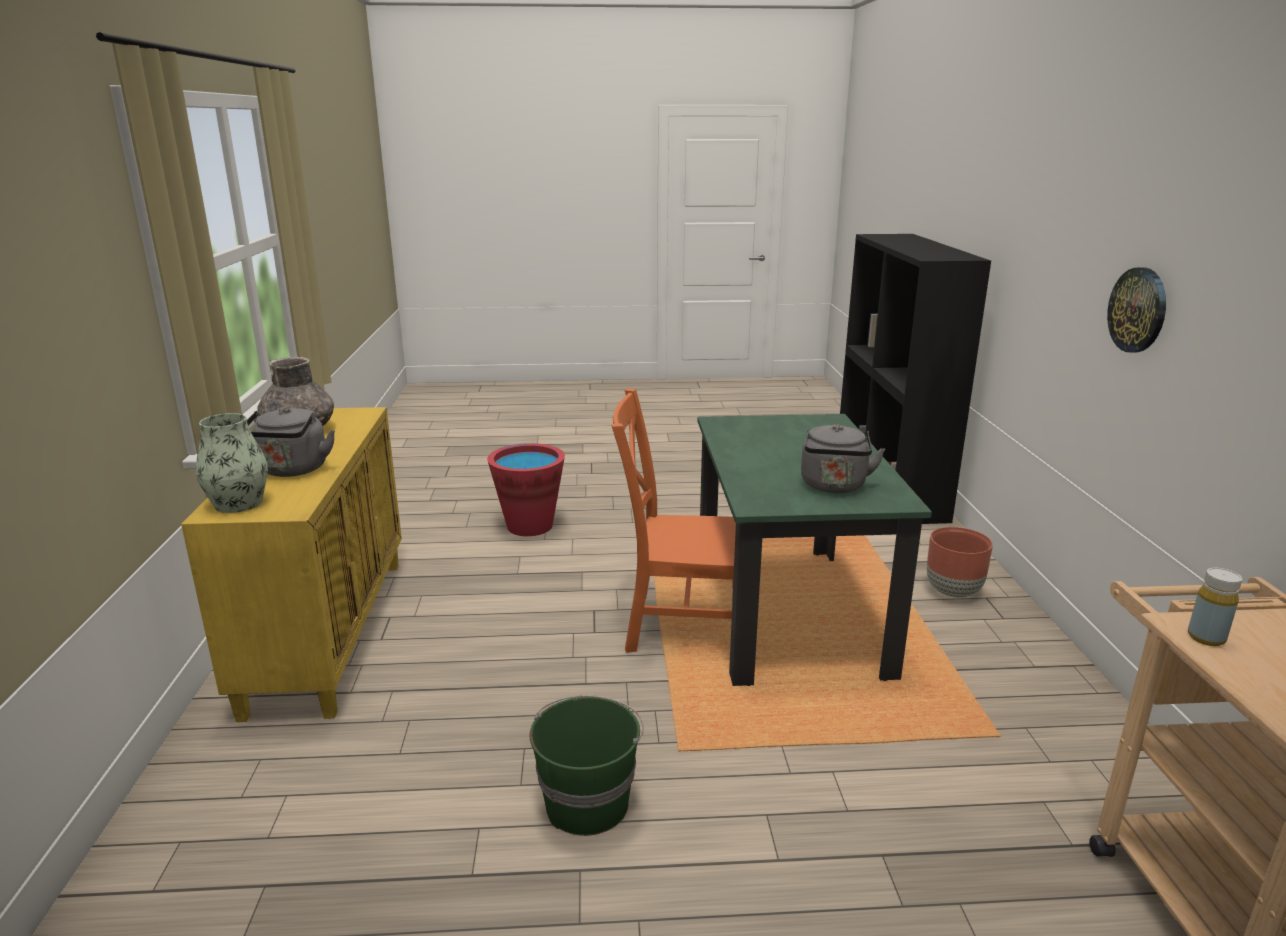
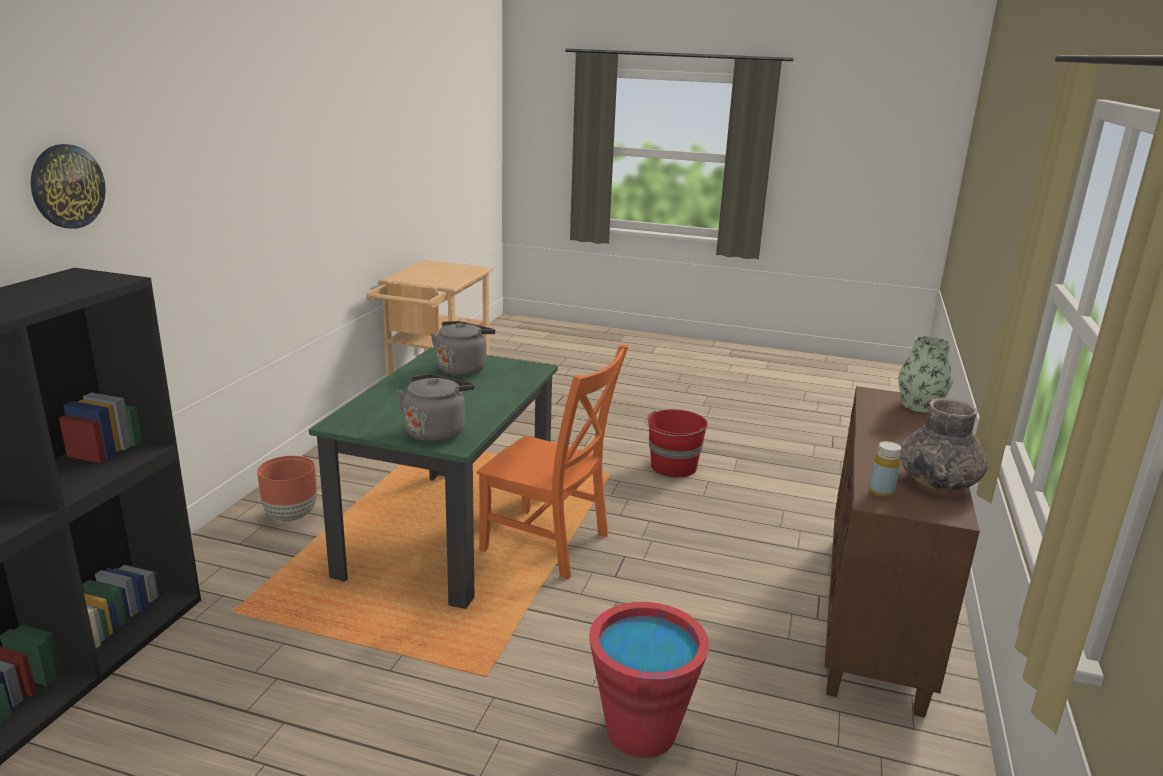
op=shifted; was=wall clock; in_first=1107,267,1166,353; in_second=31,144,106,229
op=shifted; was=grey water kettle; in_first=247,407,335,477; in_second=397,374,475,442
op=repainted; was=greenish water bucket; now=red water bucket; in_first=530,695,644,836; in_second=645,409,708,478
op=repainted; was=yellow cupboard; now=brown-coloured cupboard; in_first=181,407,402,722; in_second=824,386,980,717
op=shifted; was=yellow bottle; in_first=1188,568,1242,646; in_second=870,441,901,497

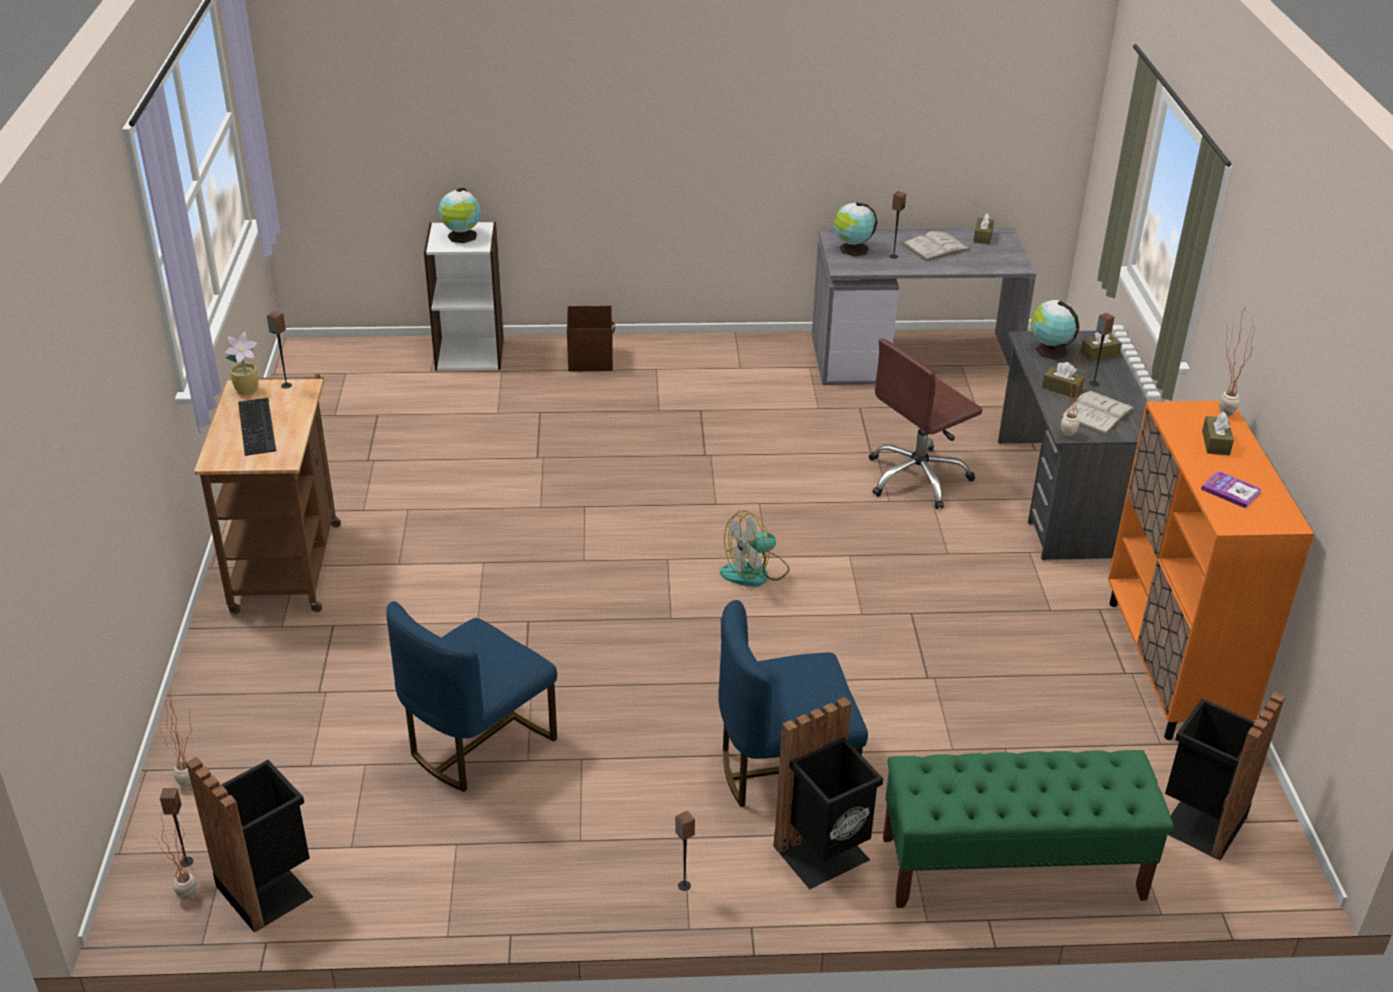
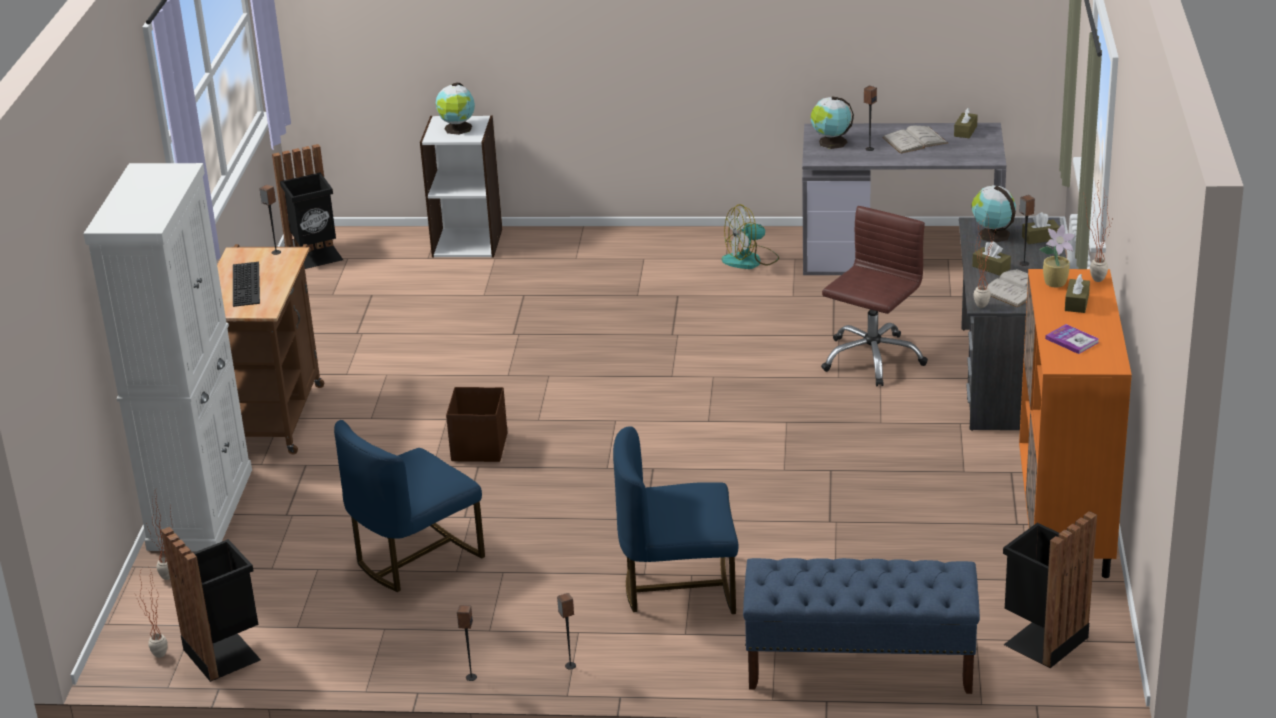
op=new; now=white cupboard; in_second=83,163,252,552
op=shifted; was=black-coloured waste bin; in_first=774,697,883,889; in_second=272,144,343,269
op=shifted; was=brown-coloured storage bin; in_first=567,306,615,372; in_second=446,387,507,462
op=shifted; was=loudspeaker; in_first=160,788,193,867; in_second=457,605,477,681
op=shifted; was=cooling fan; in_first=720,510,789,587; in_second=722,204,779,269
op=repainted; was=greenish long seat; now=bluish long seat; in_first=883,750,1173,908; in_second=743,558,980,694
op=rotated; was=brown-coloured office chair; in_first=869,338,982,509; in_second=821,206,928,386; clockwise=150
op=shifted; was=houseplant; in_first=224,332,258,395; in_second=1039,225,1075,287

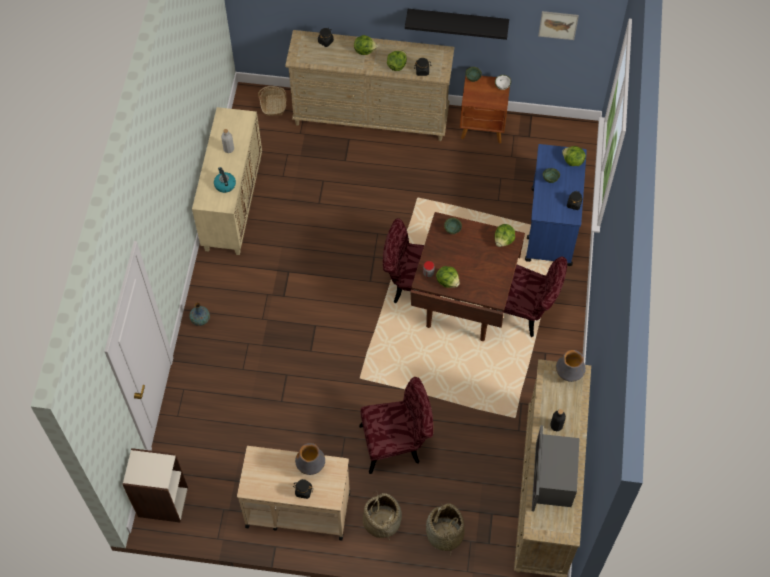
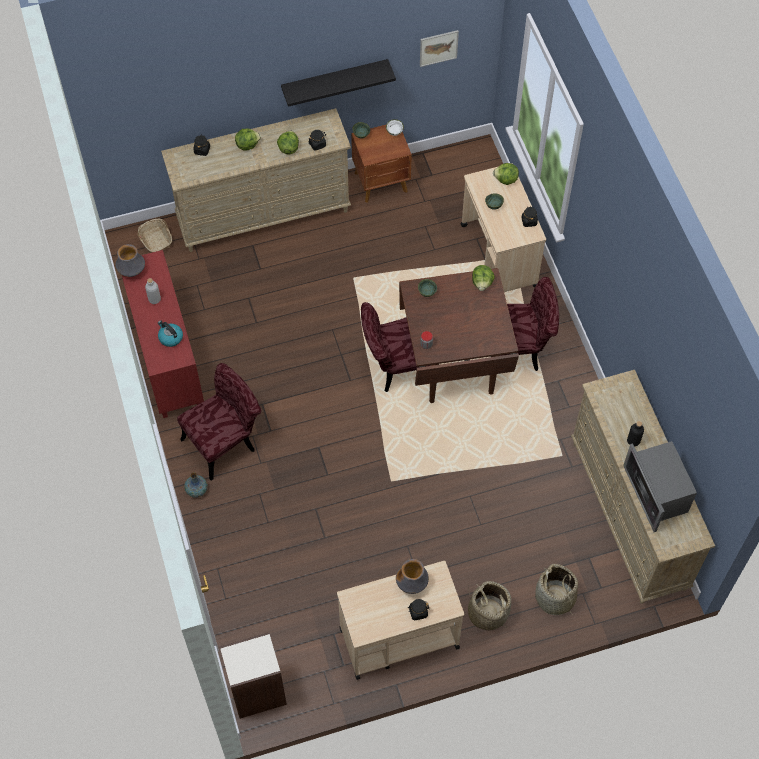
op=shifted; was=vase; in_first=556,350,586,382; in_second=116,244,145,277
op=repainted; was=sand-coloured cupboard; now=red cupboard; in_first=192,107,262,255; in_second=122,250,204,418
op=shifted; was=red plain chair; in_first=359,377,433,474; in_second=177,363,261,480
op=repainted; was=bluish cart; now=sand-coloured cart; in_first=525,144,587,266; in_second=461,163,546,292
op=gone; was=head of lettuce; in_first=436,266,460,288

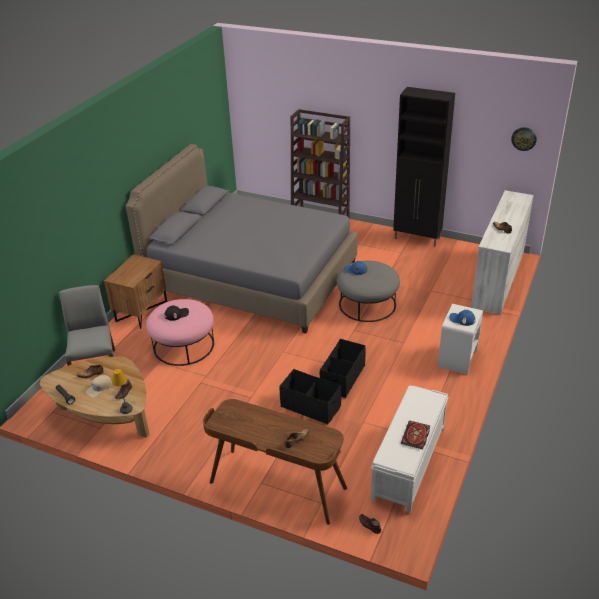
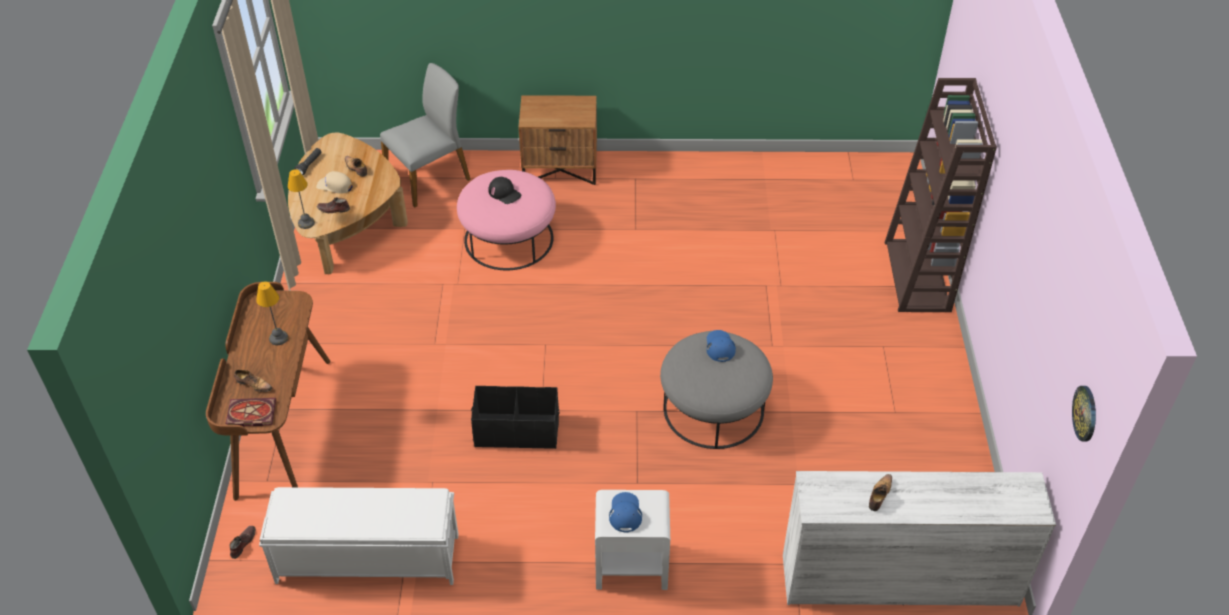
op=shifted; was=book; in_first=401,420,430,449; in_second=225,398,276,427
op=new; now=table lamp; in_second=256,281,288,345
op=gone; was=grey bedroom bed; in_first=126,144,358,333
op=gone; was=black-coloured storage bin; in_first=280,369,341,425
op=gone; was=black-coloured cupboard; in_first=393,87,455,247

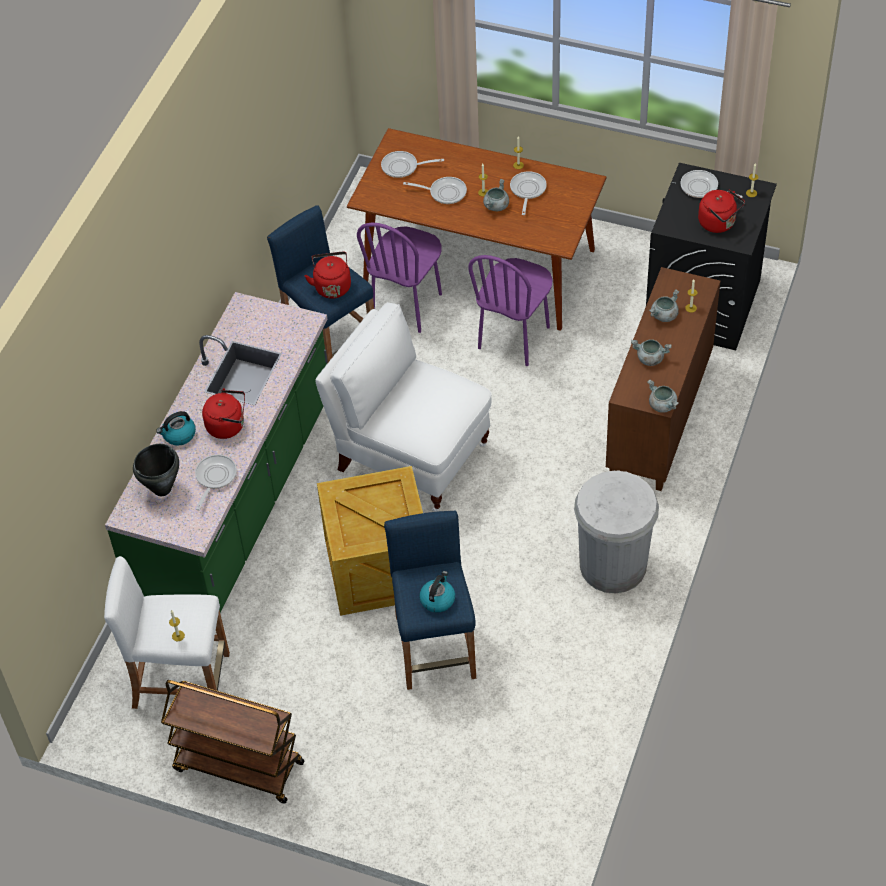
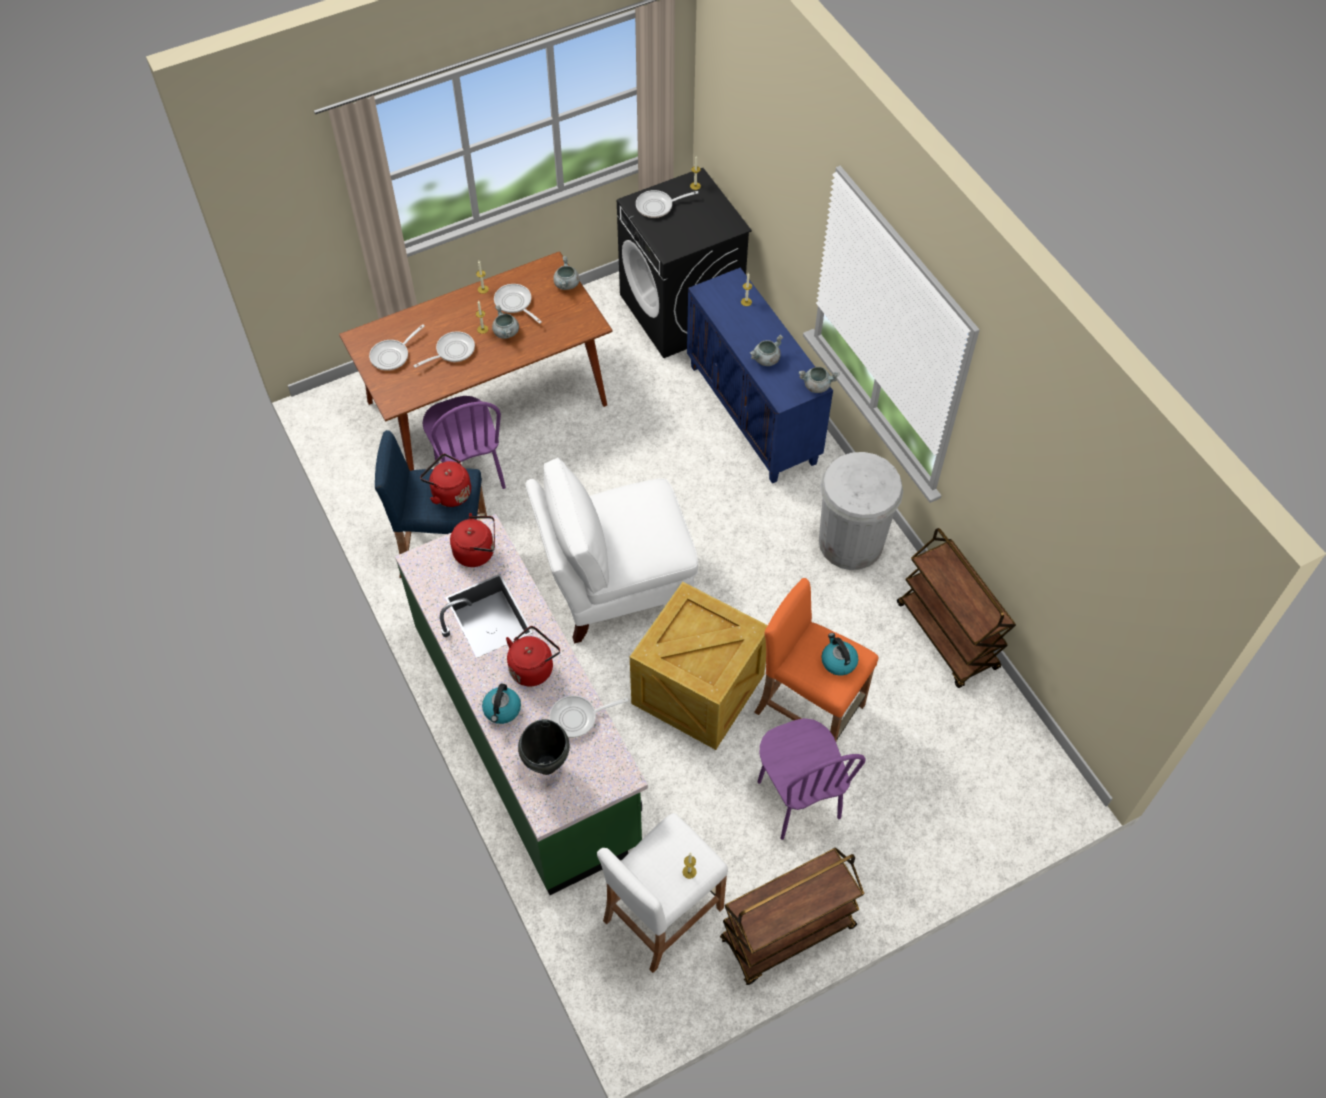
op=shifted; was=red water kettle; in_first=698,190,745,233; in_second=450,513,495,567
op=rotated; was=frying pan; in_first=195,455,237,510; in_second=549,696,628,738; clockwise=-75
op=shifted; was=grey stockpot; in_first=649,289,679,322; in_second=553,256,580,290
op=repainted; was=brown-coloured cupboard; now=bluish cupboard; in_first=606,267,721,491; in_second=687,268,833,483
op=repainted; was=bluish stool seat; now=orangey stool seat; in_first=384,511,476,690; in_second=754,578,878,741
op=shifted; was=purple-coloured plain chair; in_first=468,255,552,366; in_second=758,718,866,840
op=new; now=brown-coloured cart; in_second=897,528,1016,688

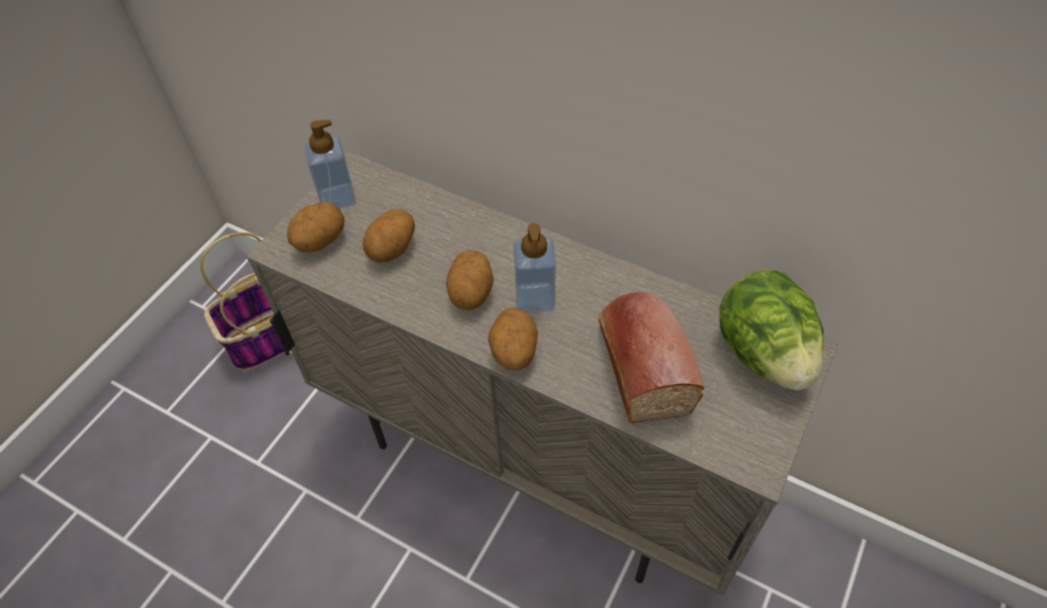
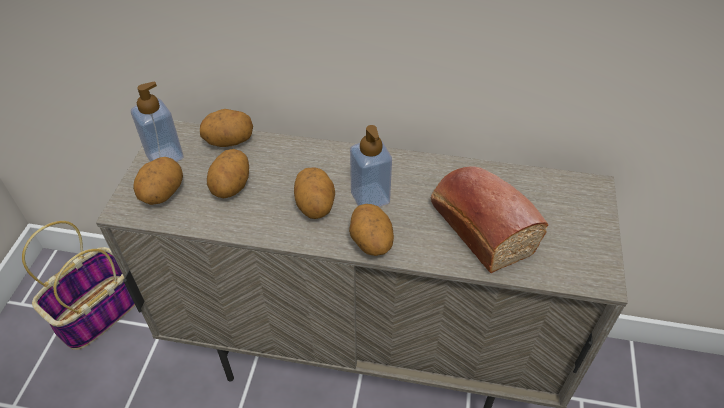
op=new; now=spud; in_second=200,109,253,147
op=gone; was=head of lettuce; in_first=719,270,824,390

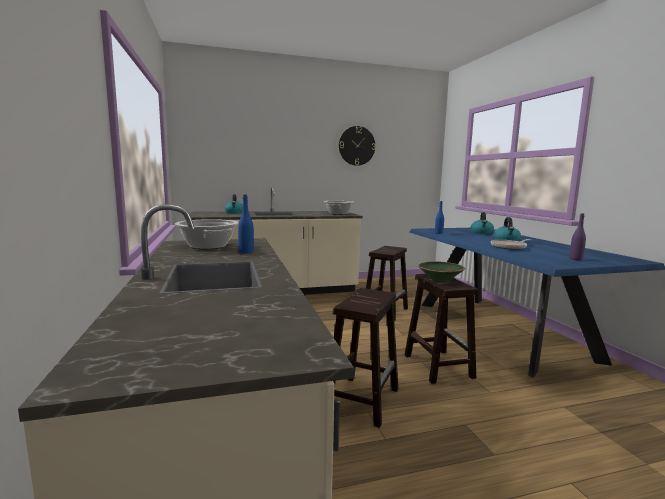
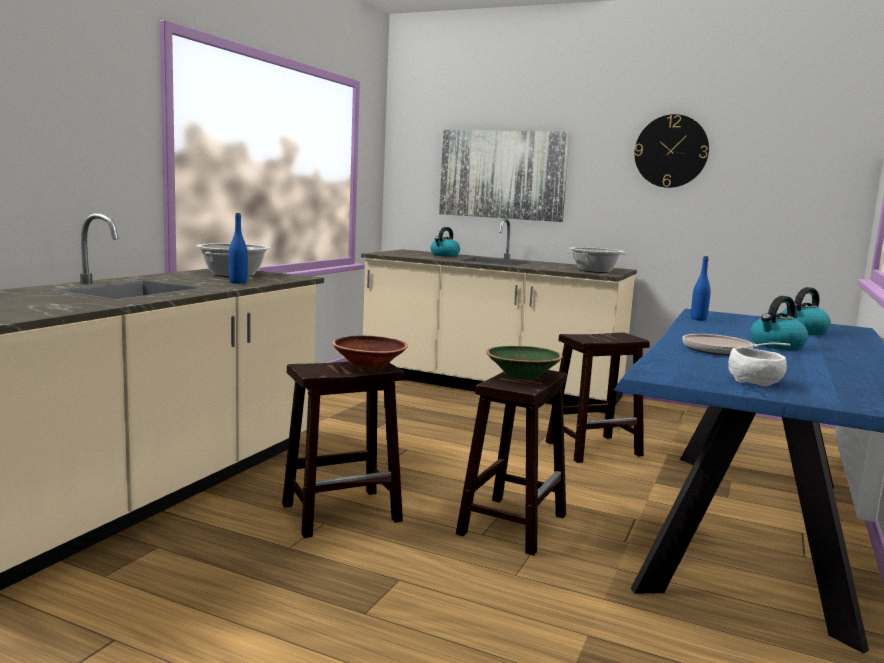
op=new; now=brown-coloured deep dish; in_second=332,335,408,370
op=new; now=wall art; in_second=439,130,570,222
op=swapped; was=purple-coloured bottle; now=white deep dish; in_first=570,213,586,260; in_second=728,347,787,386

